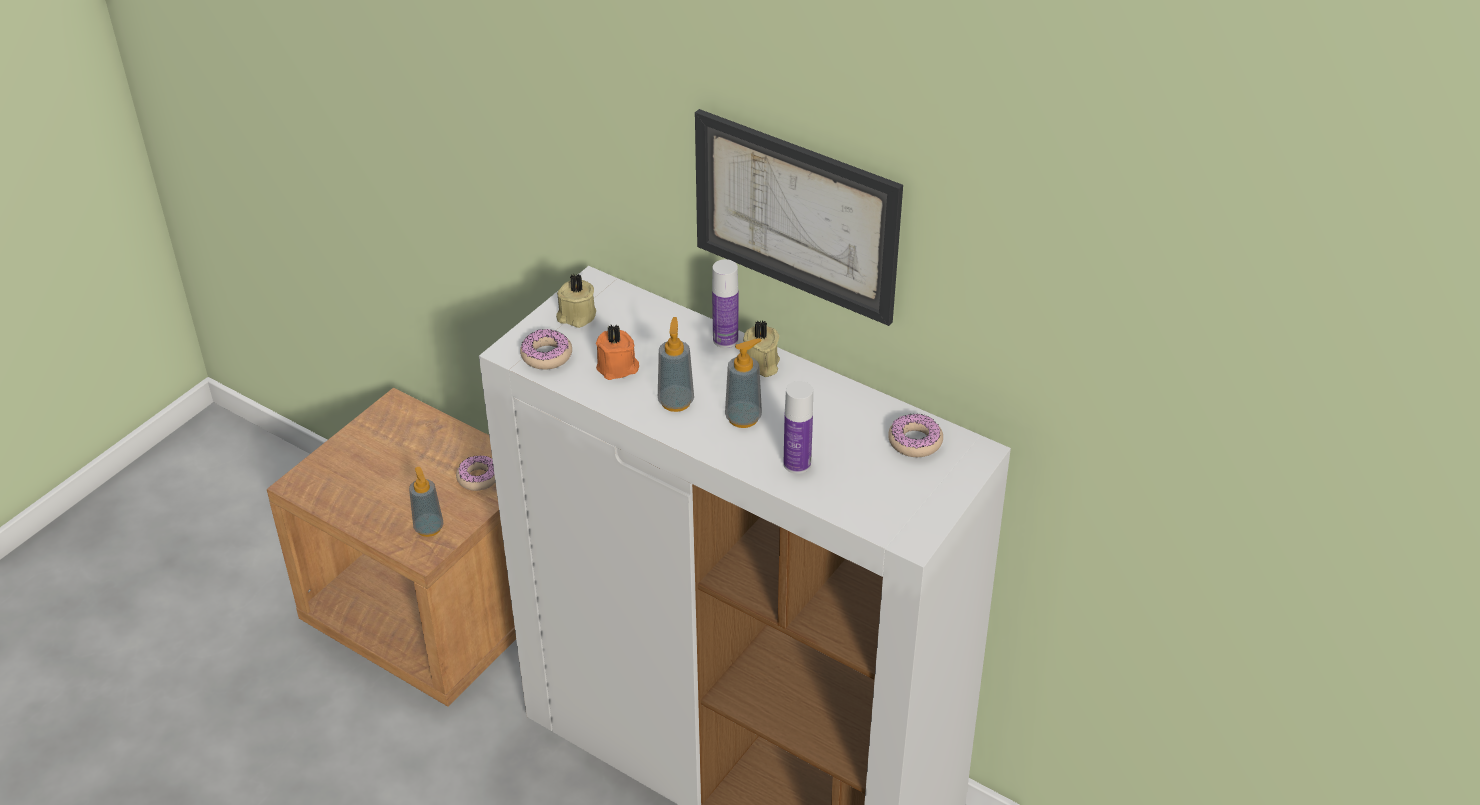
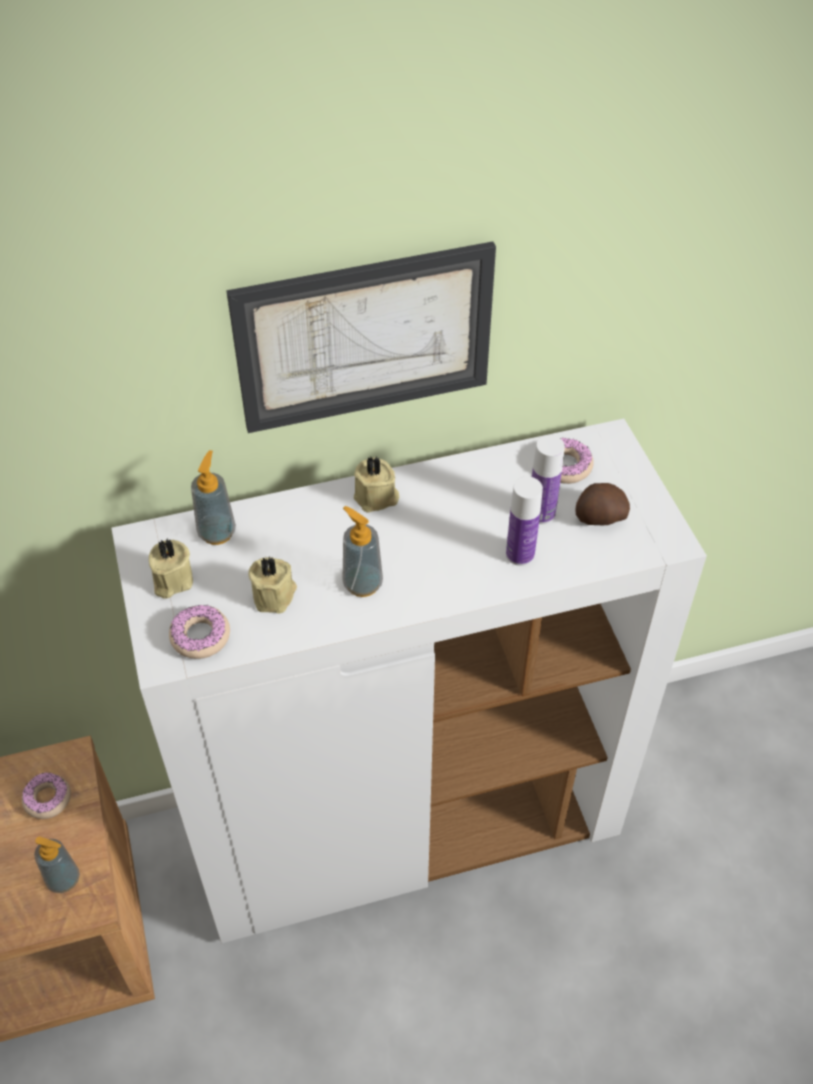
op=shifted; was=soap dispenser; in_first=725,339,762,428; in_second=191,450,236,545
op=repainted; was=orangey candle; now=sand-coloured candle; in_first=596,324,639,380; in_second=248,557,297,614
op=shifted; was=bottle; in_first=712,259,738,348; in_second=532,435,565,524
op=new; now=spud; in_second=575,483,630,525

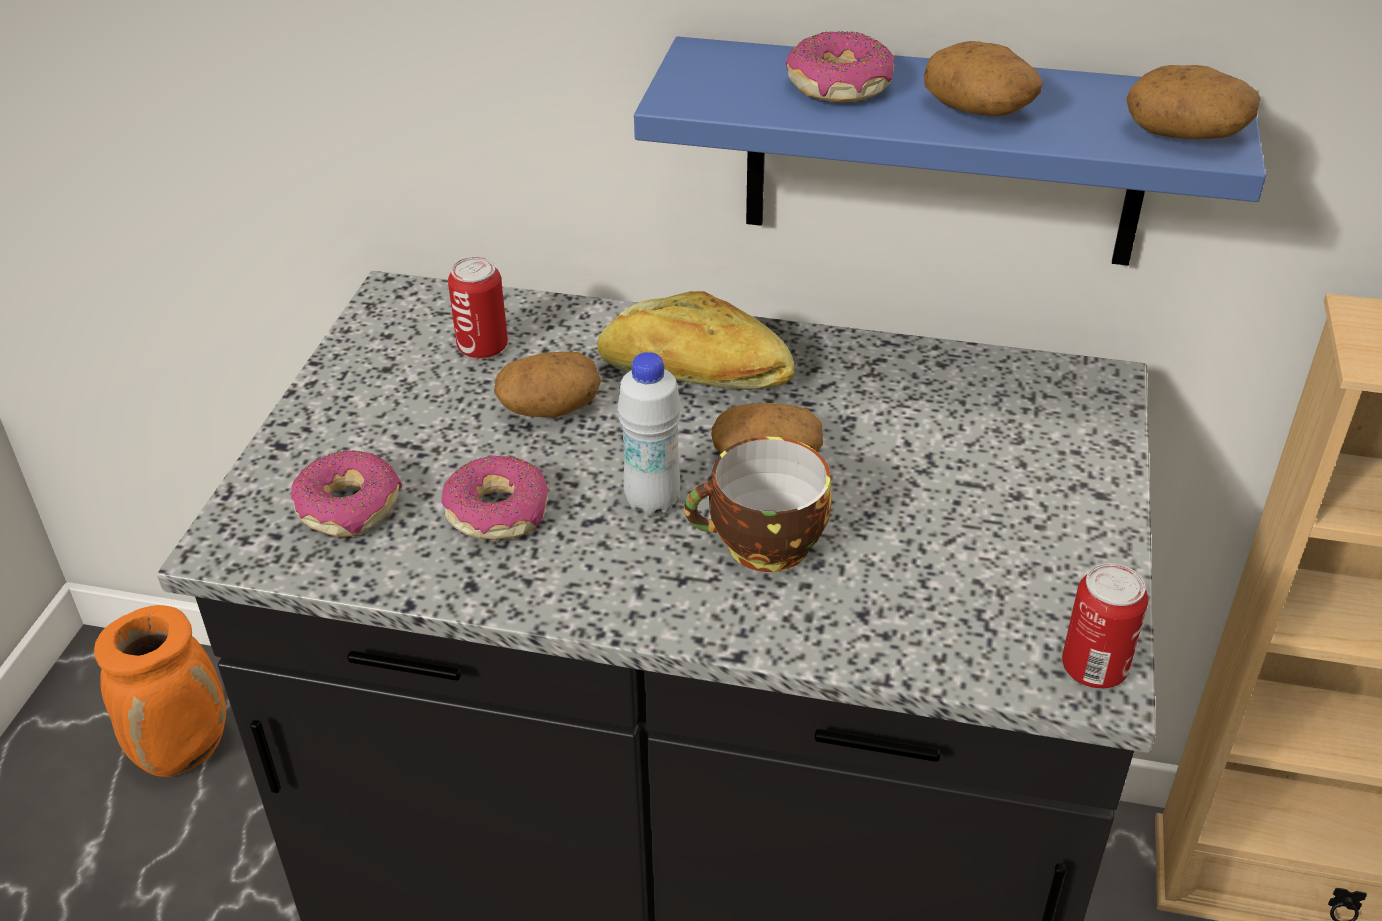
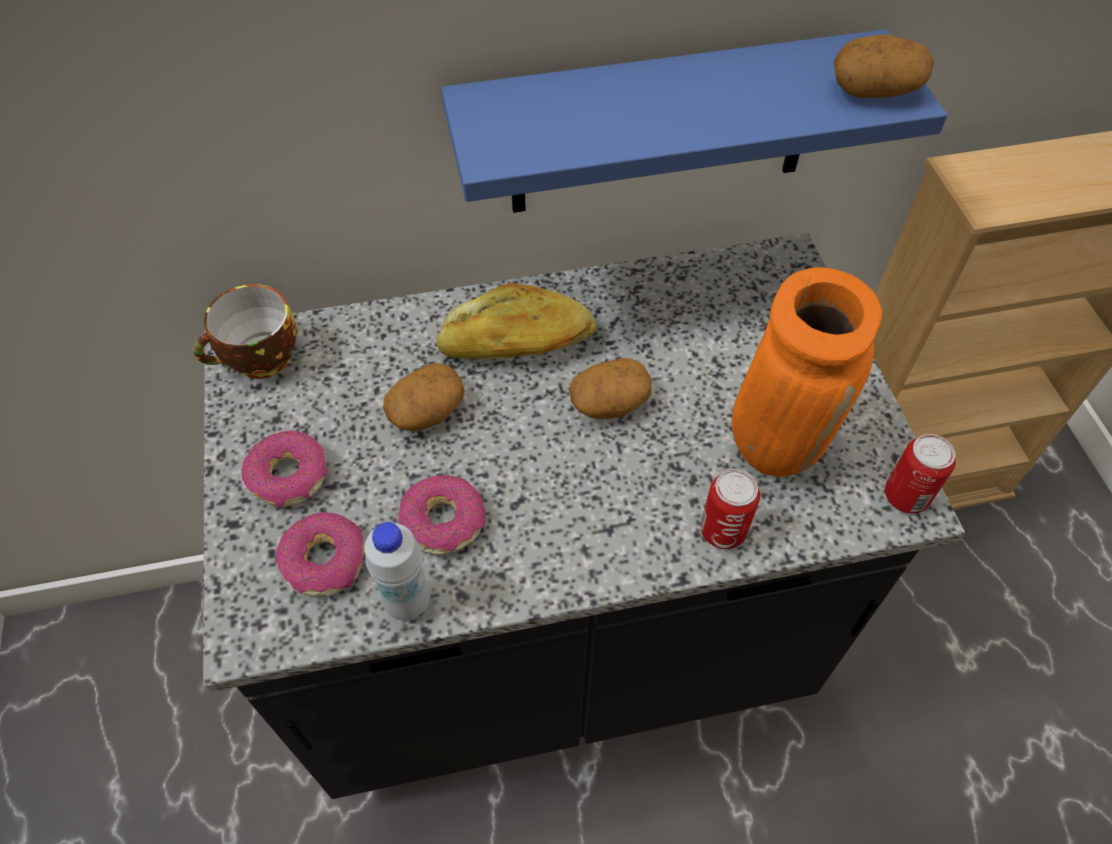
op=shifted; was=drinking cup; in_first=684,437,832,572; in_second=194,284,297,379
op=shifted; was=donut; in_first=786,31,895,102; in_second=242,430,328,509
op=shifted; was=white bottle; in_first=618,352,681,516; in_second=364,522,430,621
op=shifted; was=metal can; in_first=448,257,508,359; in_second=700,469,760,549
op=shifted; was=orangey vase; in_first=94,605,226,777; in_second=732,267,882,477
op=gone; was=spud; in_first=924,41,1043,116

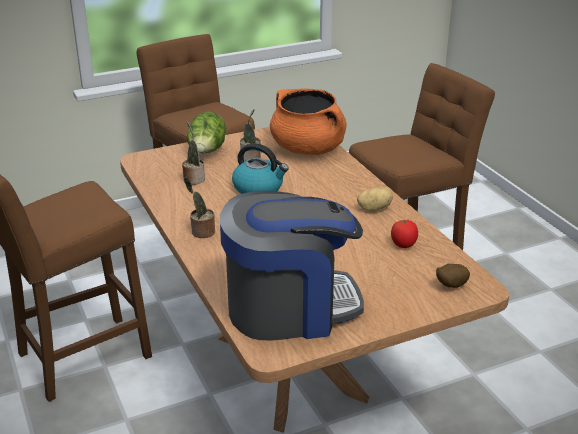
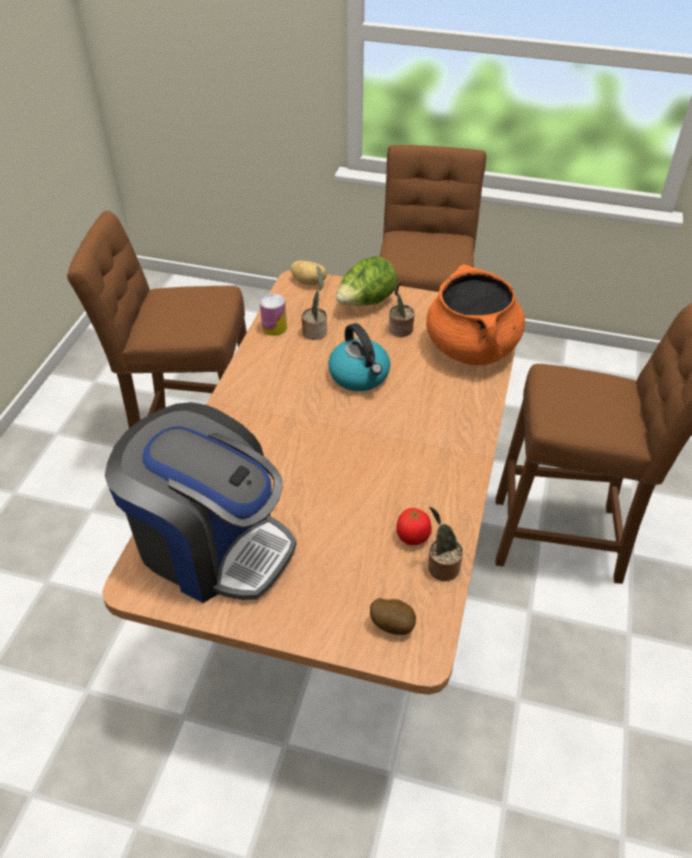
op=new; now=metal can; in_second=260,294,287,336
op=shifted; was=spud; in_first=357,188,393,211; in_second=290,261,327,285
op=shifted; was=houseplant; in_first=184,177,215,238; in_second=428,507,463,581

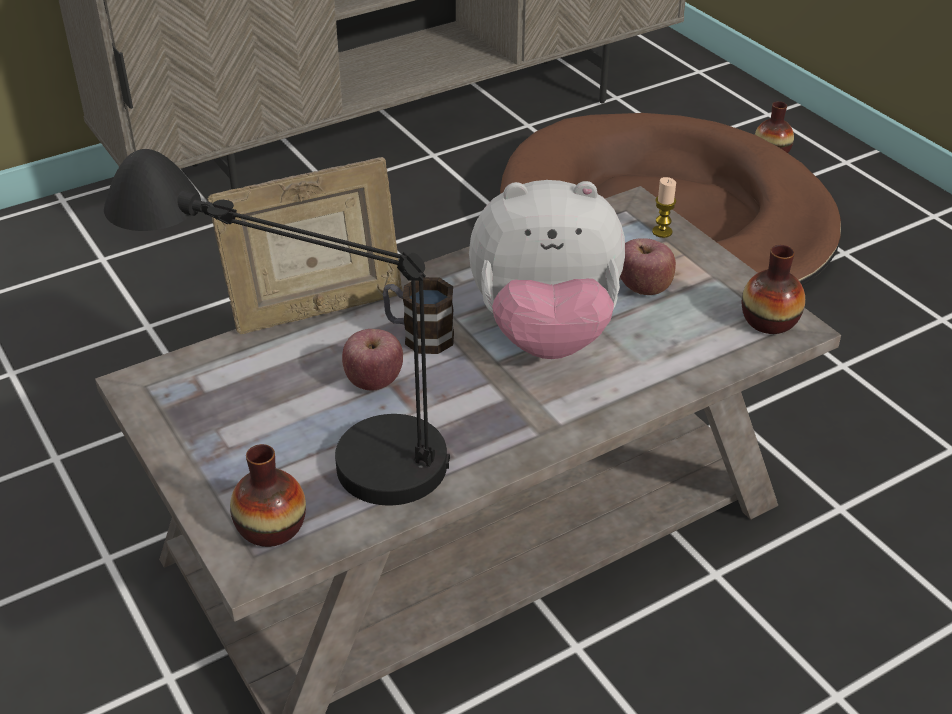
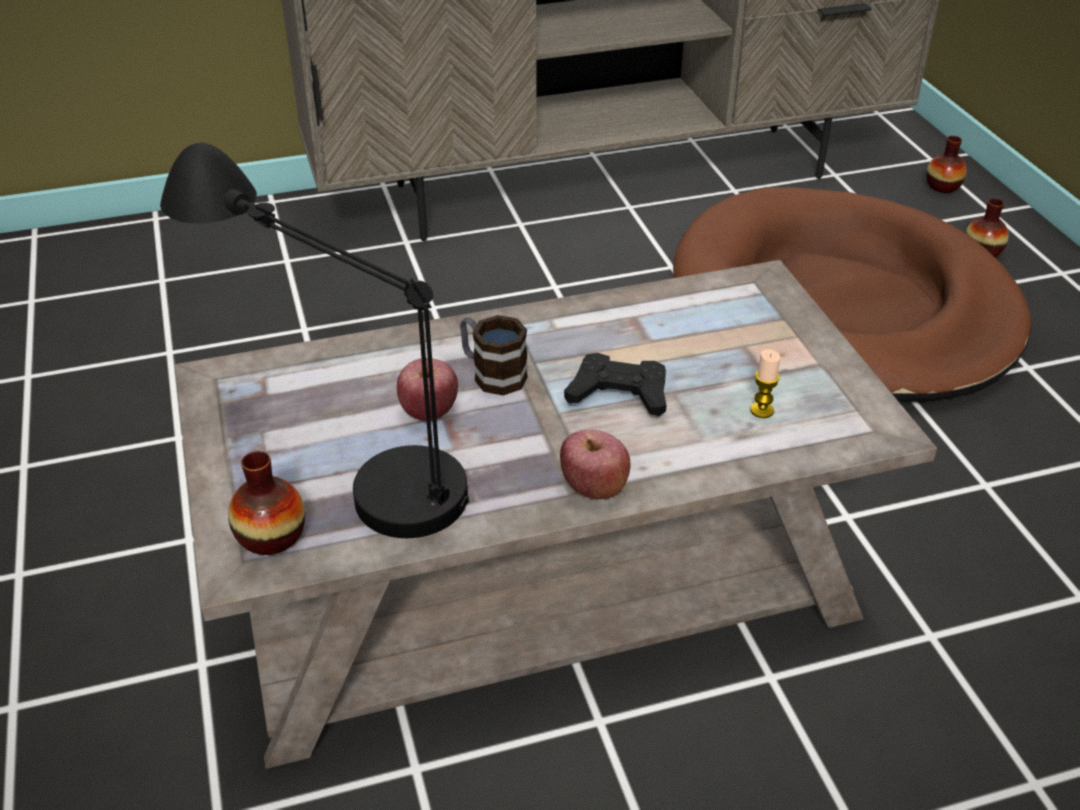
op=shifted; was=apple; in_first=620,238,676,295; in_second=560,430,630,499
op=swapped; was=soft toy; now=black-coloured joypad; in_first=469,180,625,359; in_second=564,353,666,416
op=shifted; was=candle; in_first=652,177,676,238; in_second=750,349,780,418
op=shifted; was=vase; in_first=742,245,805,334; in_second=926,136,967,193
op=gone; was=photo frame; in_first=208,157,403,334

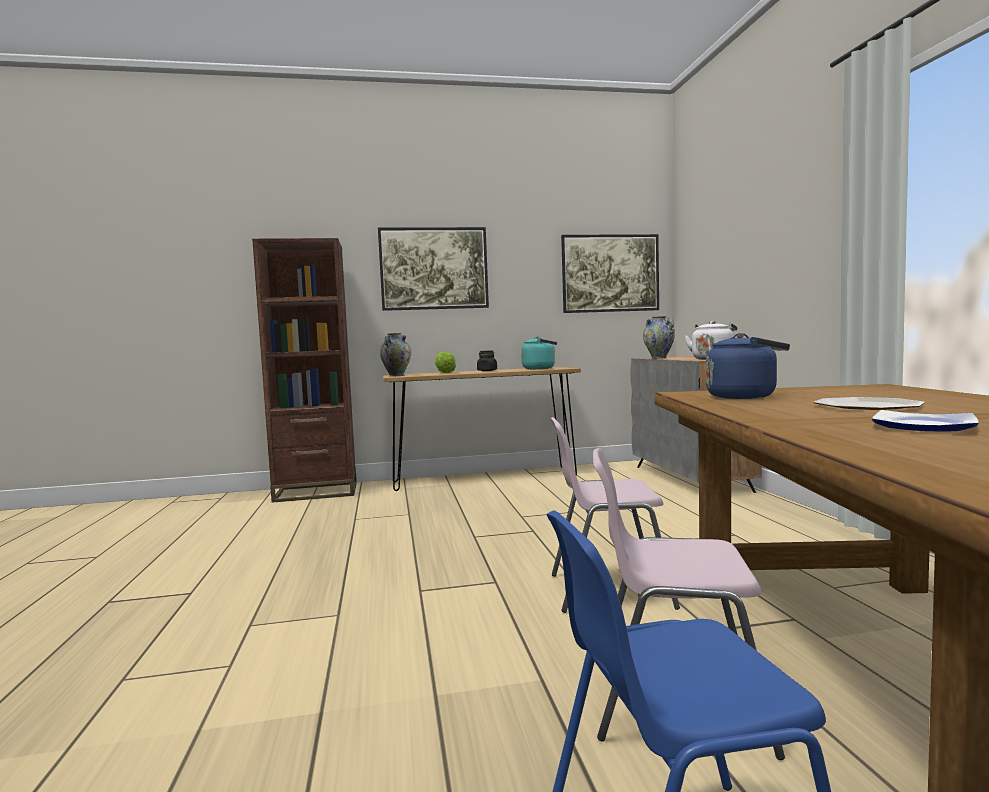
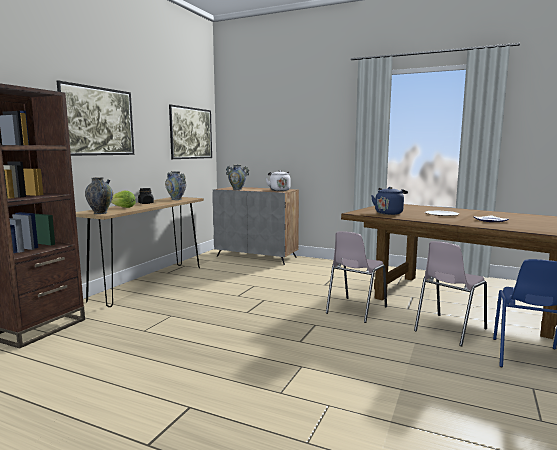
op=swapped; was=turquoise water kettle; now=vase; in_first=521,336,557,369; in_second=165,171,186,200

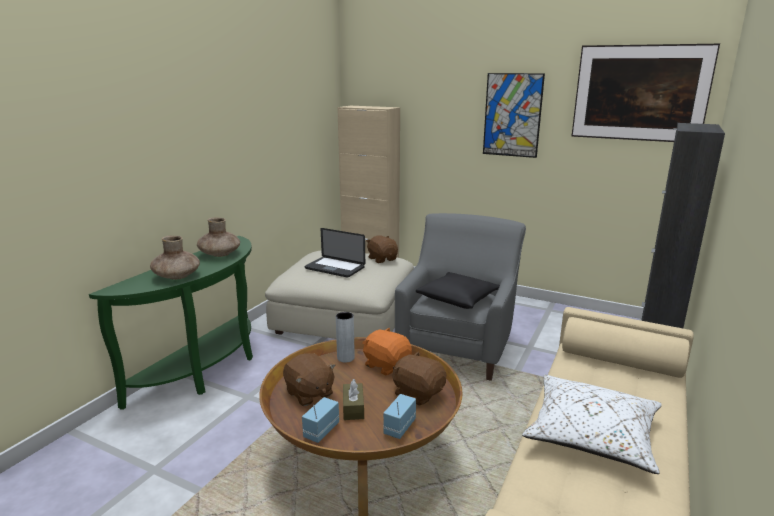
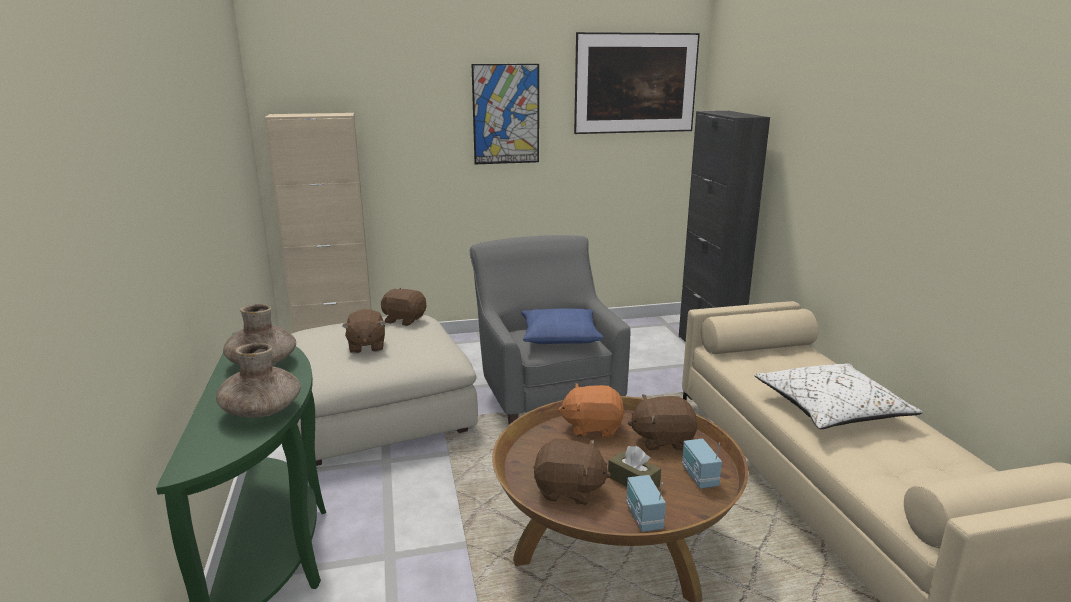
op=swapped; was=portable computer; now=brown-coloured soft toy; in_first=305,228,365,278; in_second=342,309,386,353
op=repainted; was=black-coloured cushion; now=bluish cushion; in_first=416,272,500,309; in_second=521,309,604,344
op=gone; was=grey vase; in_first=336,312,355,363

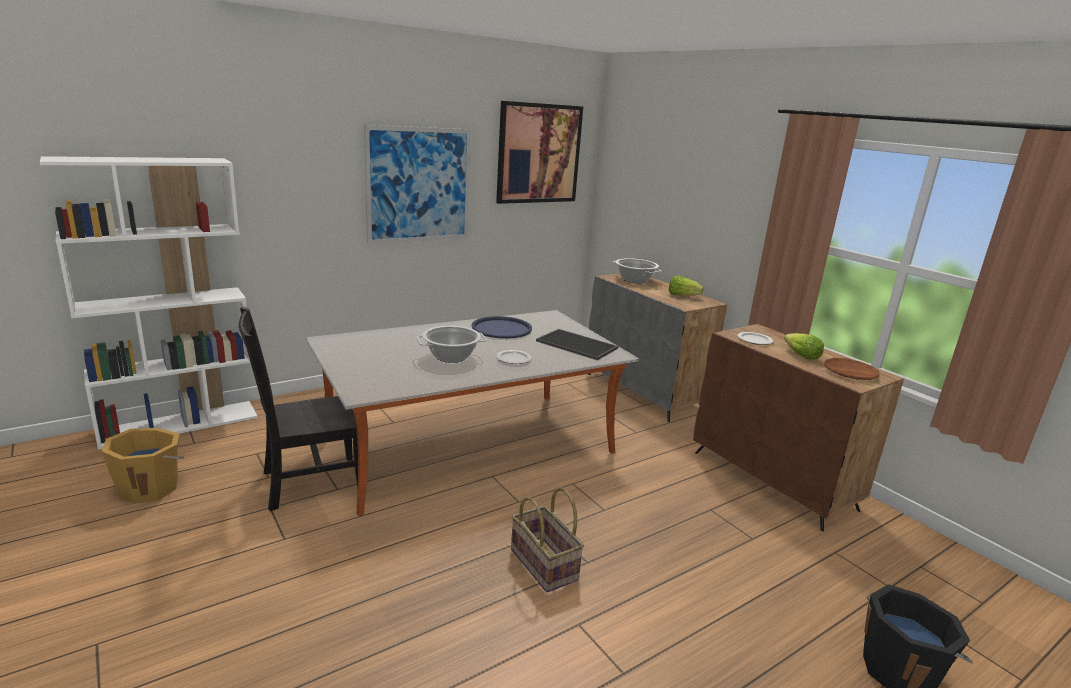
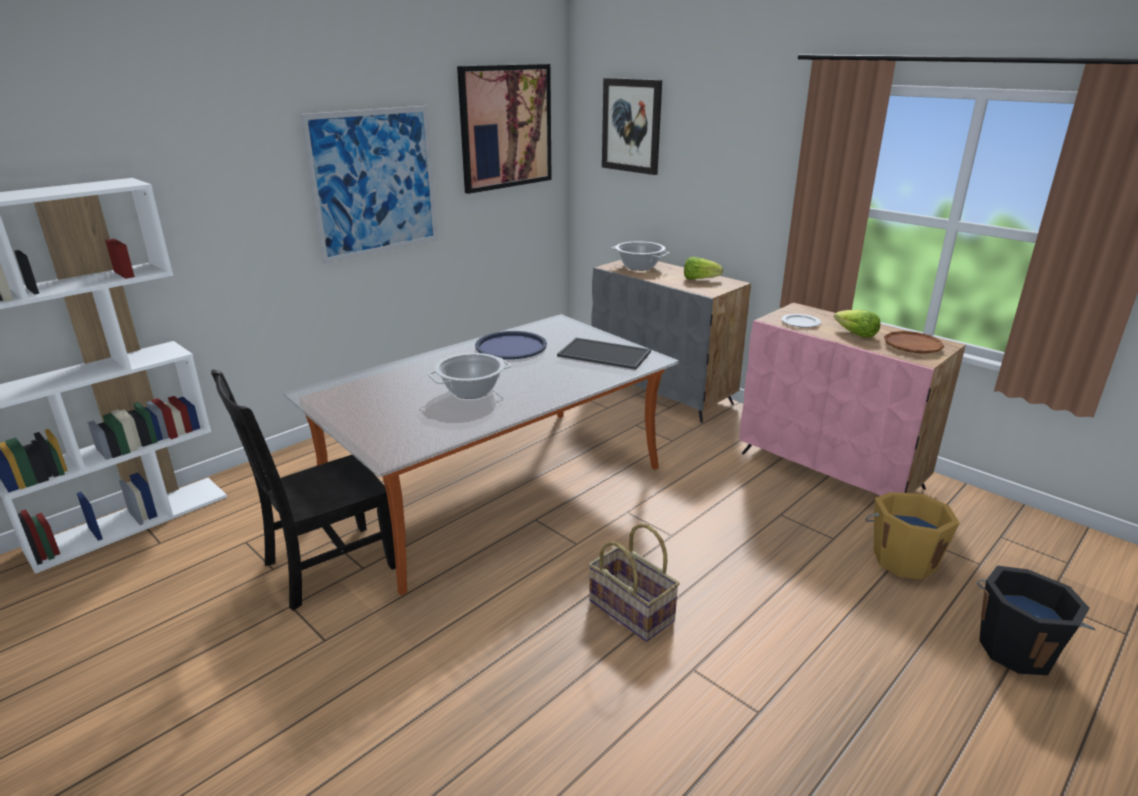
op=new; now=wall art; in_second=602,78,662,175
op=repainted; was=brown-coloured cupboard; now=pink-coloured cupboard; in_first=693,324,904,531; in_second=739,303,966,496
op=shifted; was=orangey water bucket; in_first=102,428,184,504; in_second=866,492,960,579
op=gone; was=dinner plate; in_first=496,350,532,364

